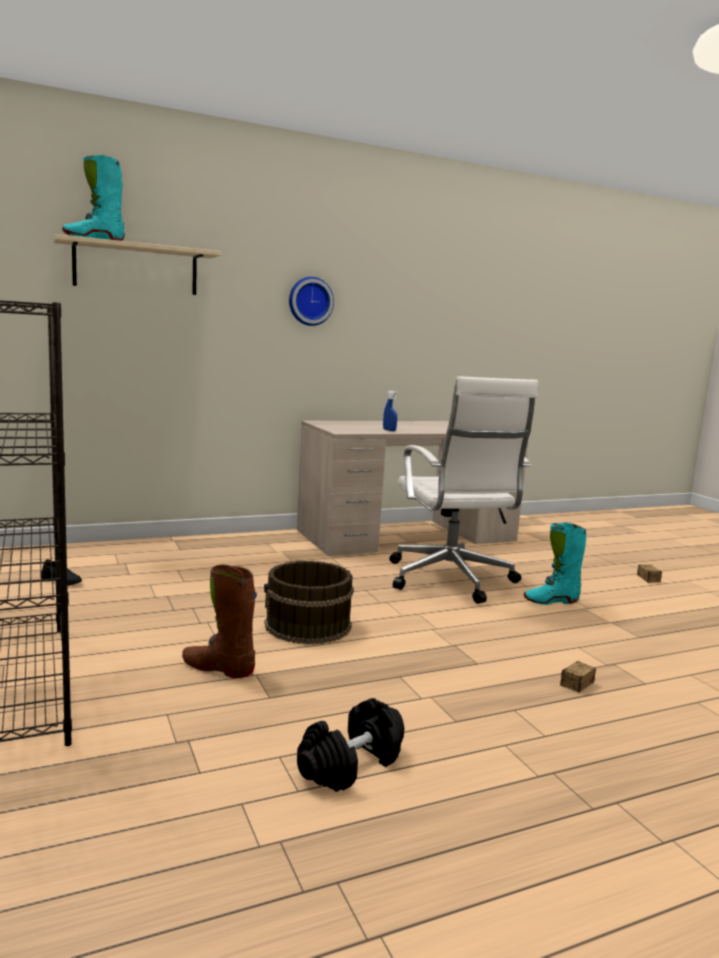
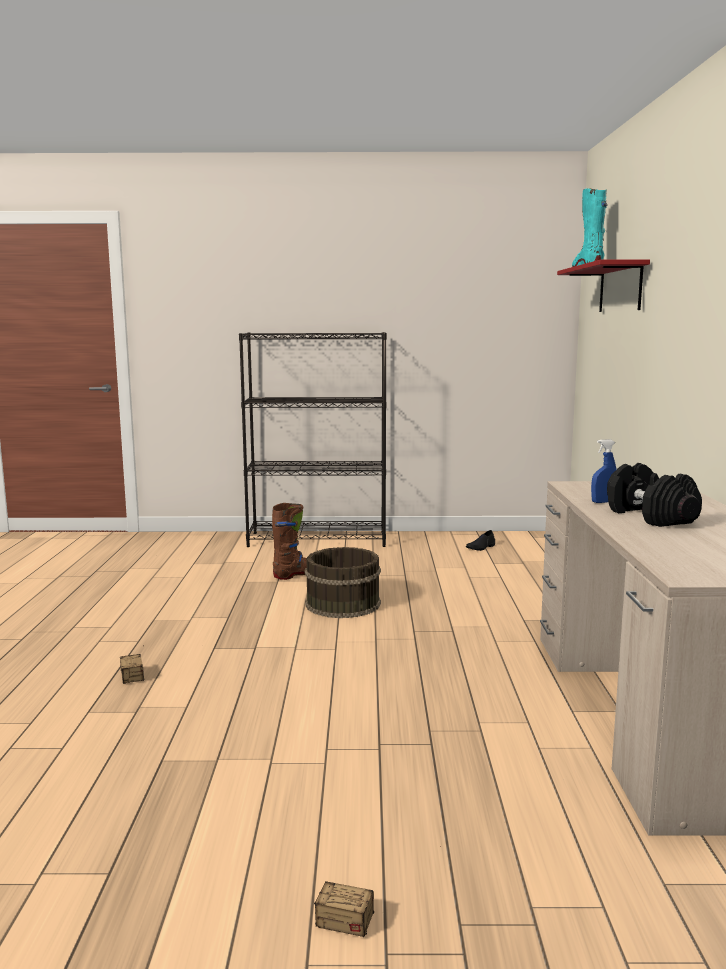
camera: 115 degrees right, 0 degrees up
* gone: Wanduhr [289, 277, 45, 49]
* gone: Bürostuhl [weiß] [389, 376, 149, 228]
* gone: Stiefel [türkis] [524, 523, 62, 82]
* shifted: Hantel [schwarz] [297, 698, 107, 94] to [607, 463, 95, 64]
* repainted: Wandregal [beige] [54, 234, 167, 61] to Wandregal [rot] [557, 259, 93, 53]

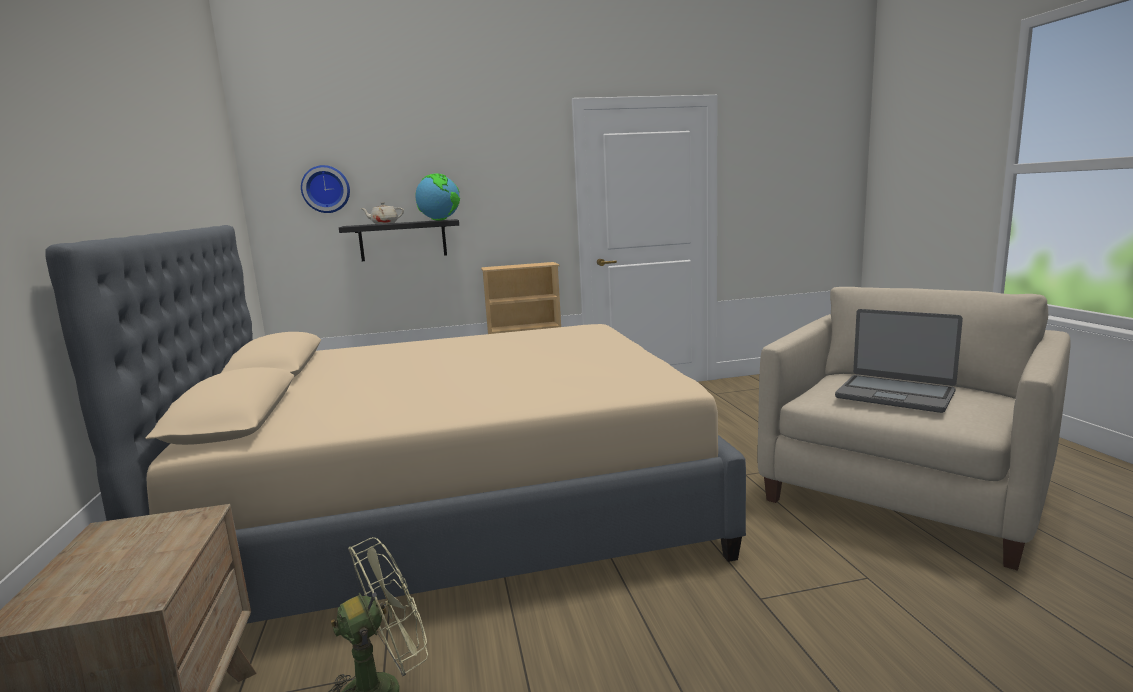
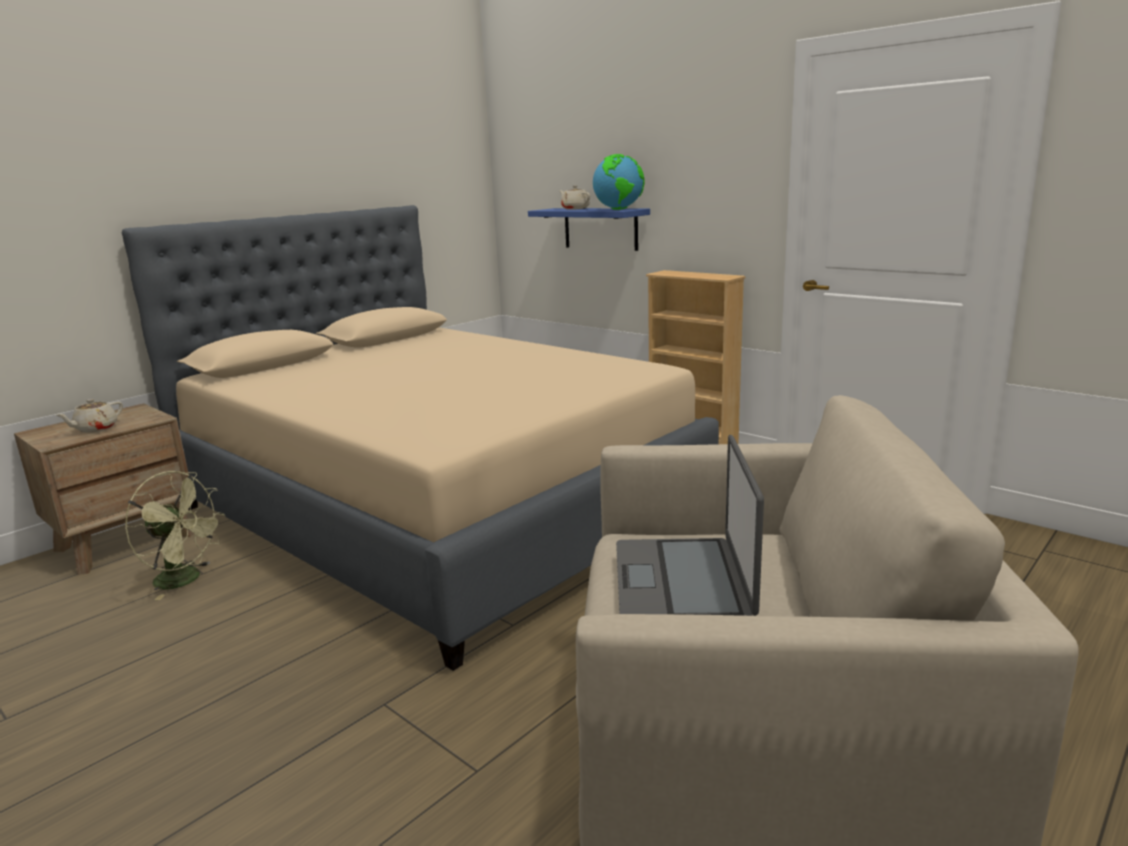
camera: 55 degrees right, 5 degrees up
* gone: Wanduhr [301, 165, 49, 48]
* new: Teekanne [beige] [57, 399, 66, 34]
* repainted: Wandregal [schwarz] [339, 219, 120, 42] to Wandregal [blau] [528, 208, 122, 43]

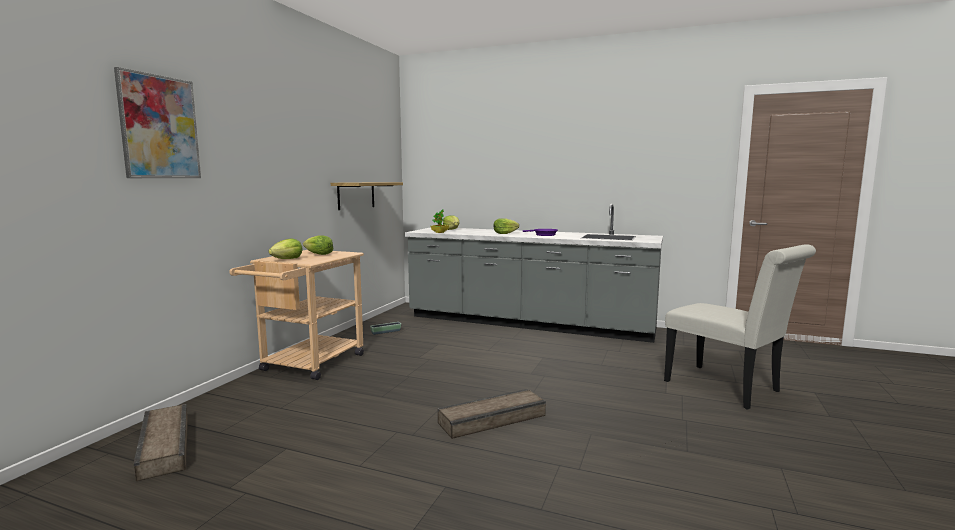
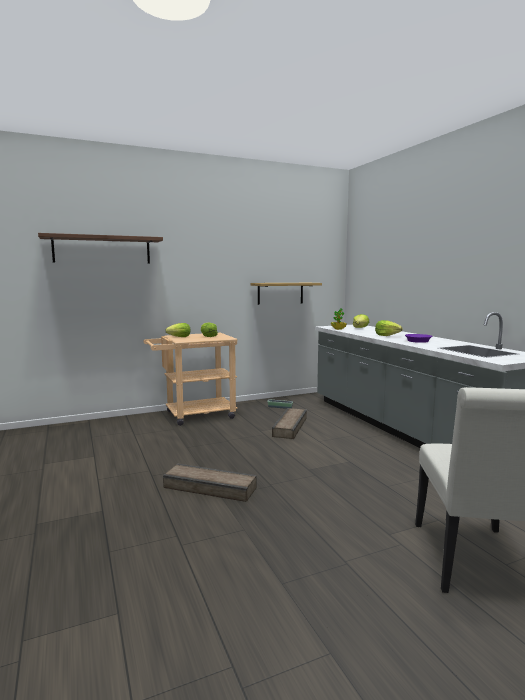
camera: 45 degrees right, 0 degrees up
* shifted: Kiste [134, 404, 54, 77] to [272, 408, 35, 31]
* swapped: Bild [114, 67, 87, 111] to Wandregal [38, 233, 125, 30]

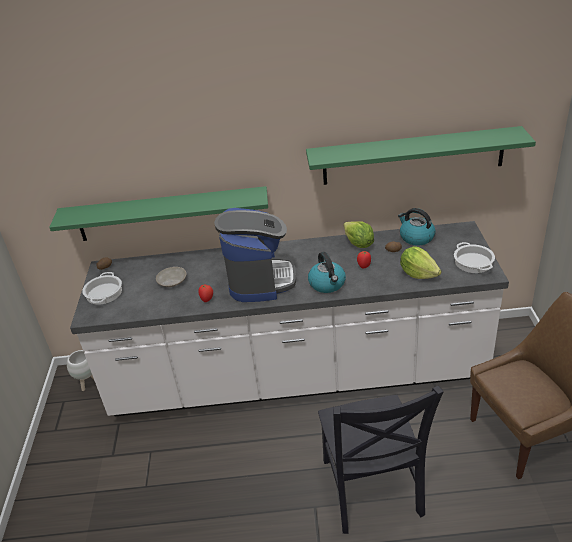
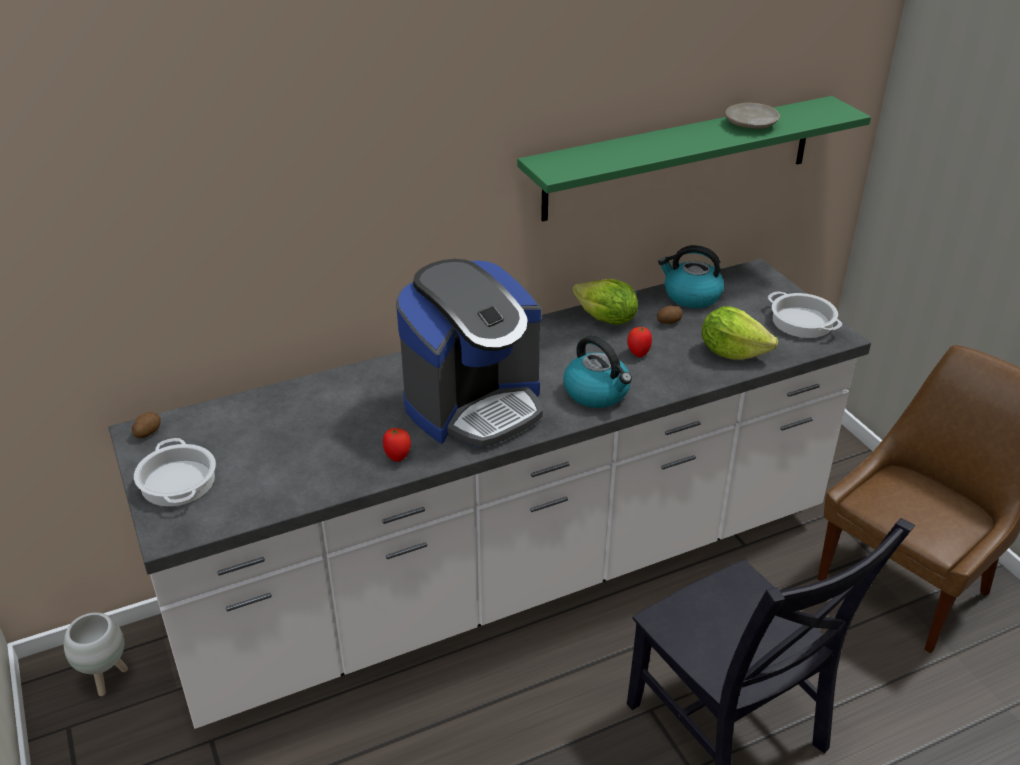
camera: 25 degrees left, 0 degrees up
* gone: Wandregal [grün] [49, 186, 219, 55]
* shifted: Teller [beige] [156, 267, 31, 20] to [725, 103, 55, 26]
* rotated: Kaffeemaschine [214, 208, 82, 94] = [396, 259, 147, 188] 75 degrees clockwise

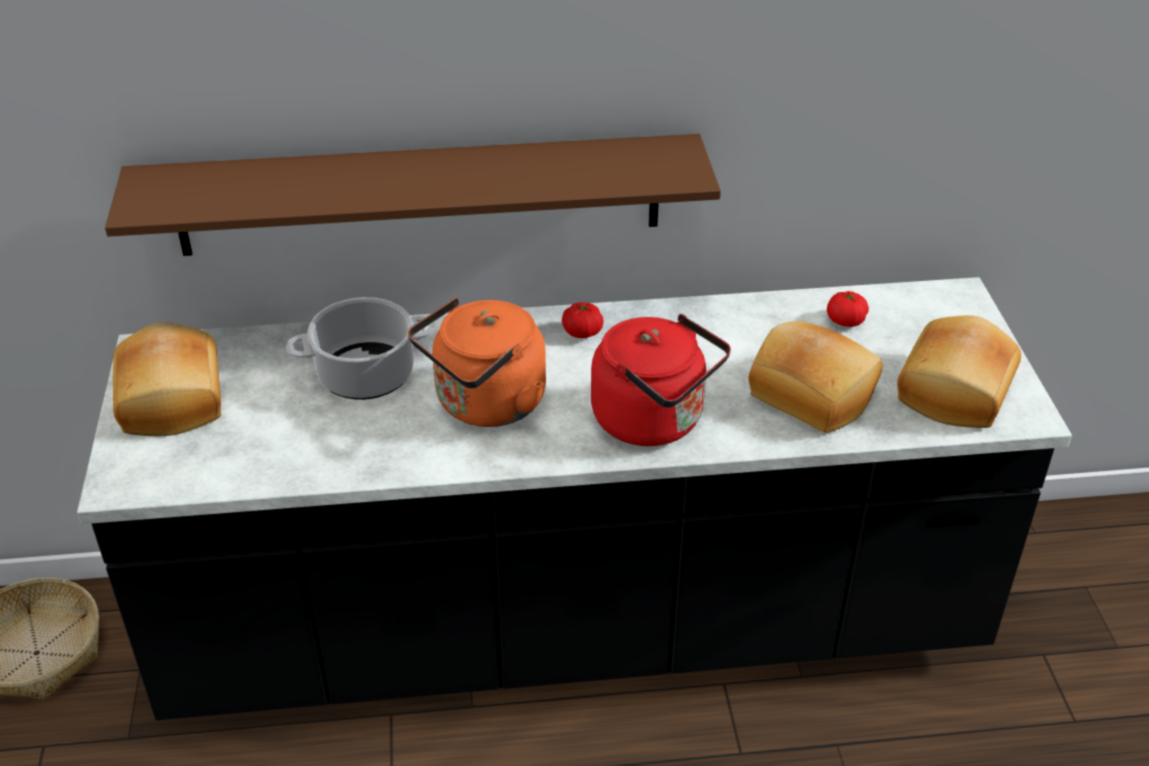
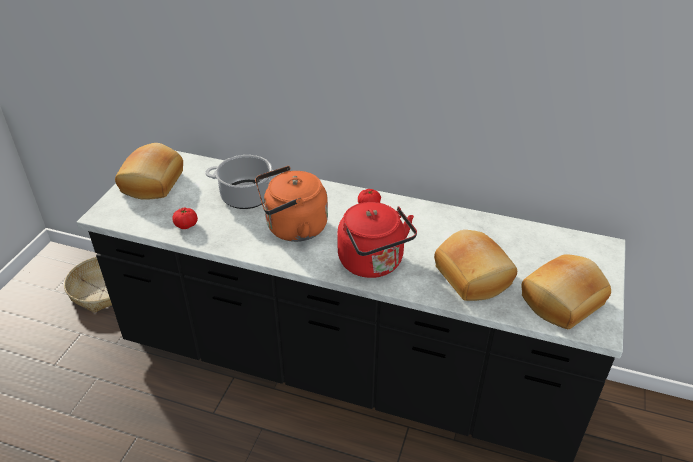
camera: 25 degrees right, 0 degrees up
* gone: Wandregal [braun] [105, 134, 616, 122]
* shifted: Tomate [827, 291, 42, 36] to [172, 207, 26, 22]

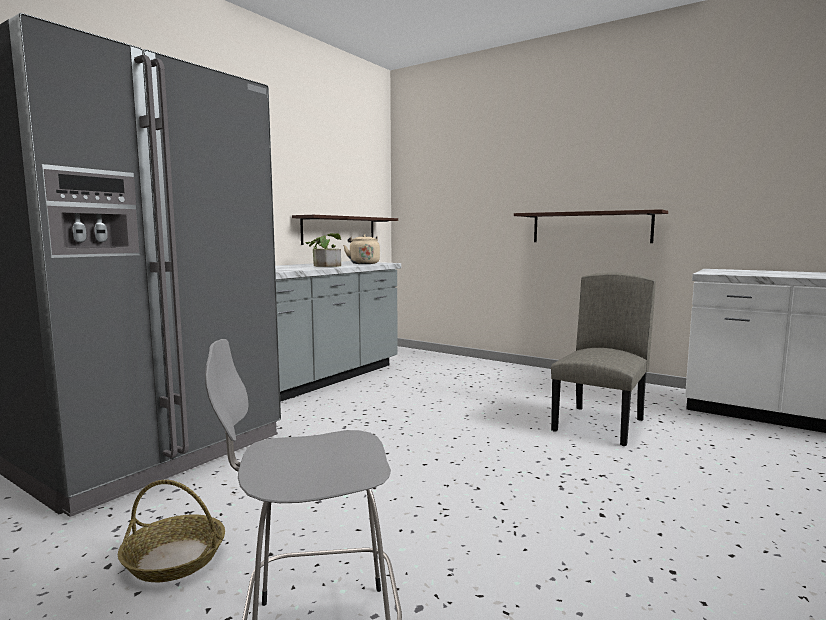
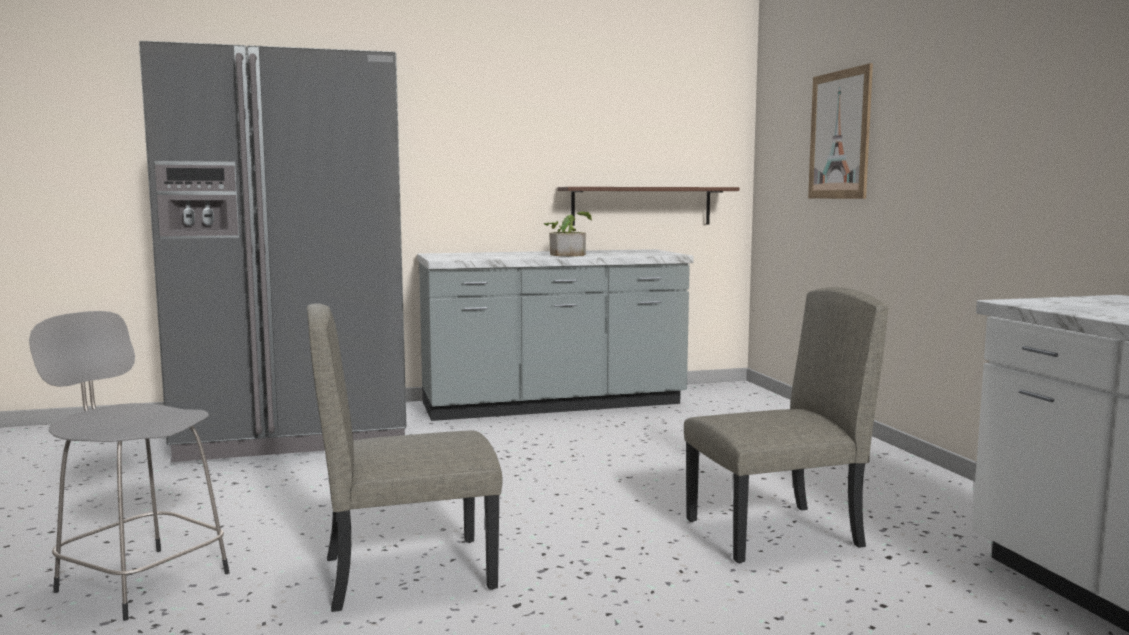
camera: 40 degrees right, 0 degrees up
* gone: Korb [118, 480, 107, 102]
* gone: Wasserkessel [beige] [343, 234, 37, 30]
* gone: Wandregal [514, 209, 154, 34]
* new: Stuhl [beige] [307, 303, 195, 309]
* new: Bild [808, 63, 65, 136]

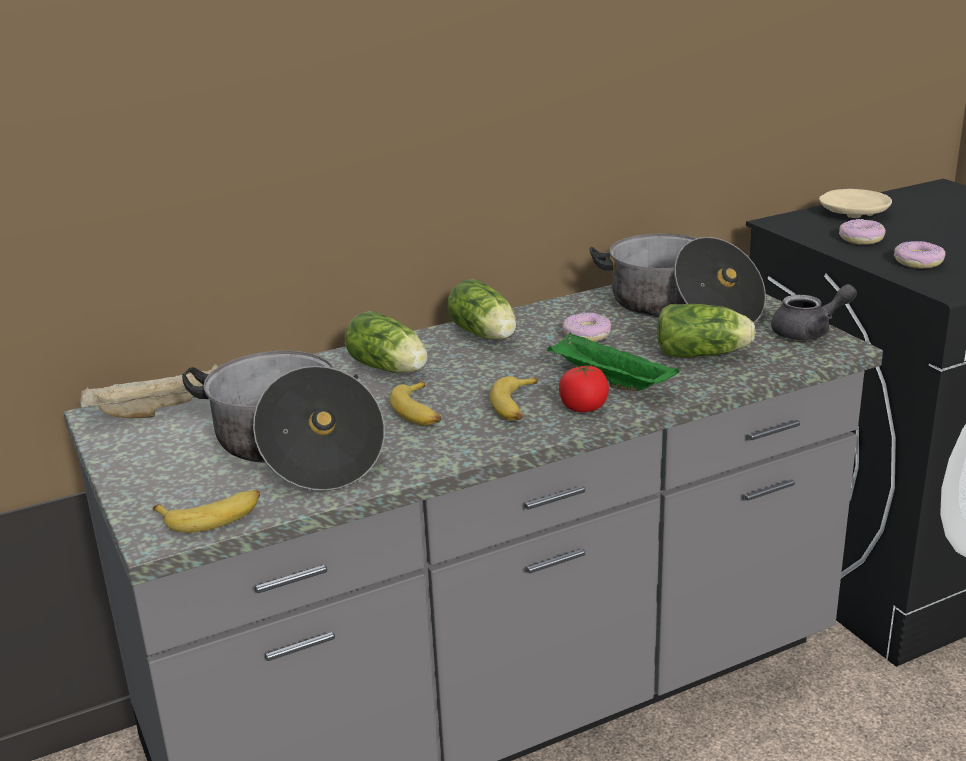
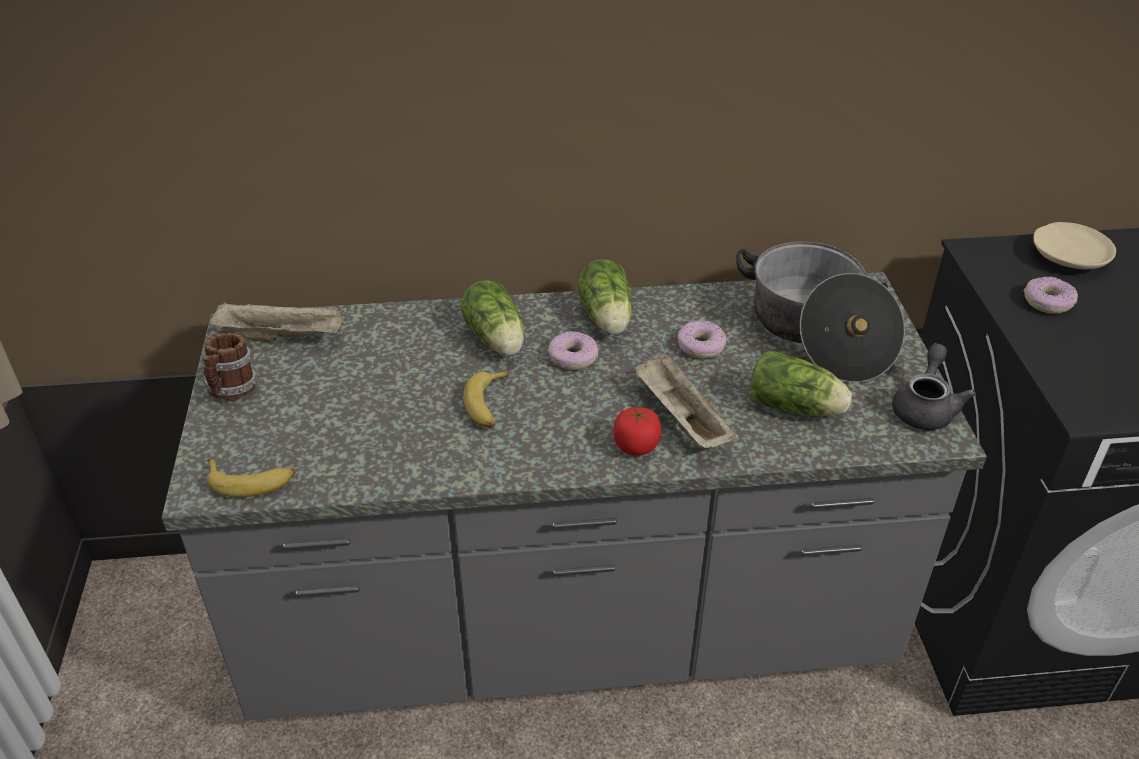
camera: 20 degrees right, 15 degrees up
* gone: Kochtopf [182, 351, 203, 140]
* gone: Banane [490, 376, 47, 44]
* new: Henkelbecher [201, 333, 56, 66]
* shifted: Donut [894, 241, 51, 27] to [548, 331, 50, 39]
* repainted: Tablett [grün] [547, 332, 133, 59] to Tablett [beige] [633, 352, 105, 97]
* rotated: Teekanne [grau] [771, 284, 86, 56] = [892, 343, 84, 87] 75 degrees counterclockwise

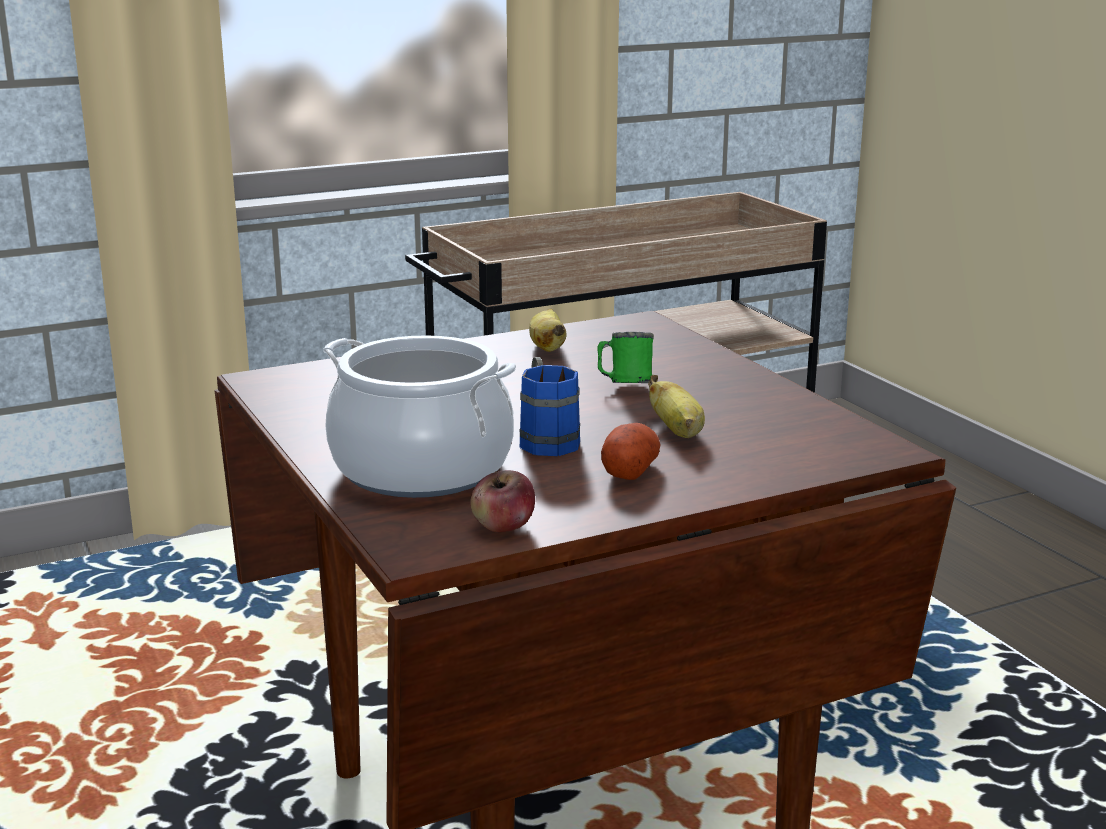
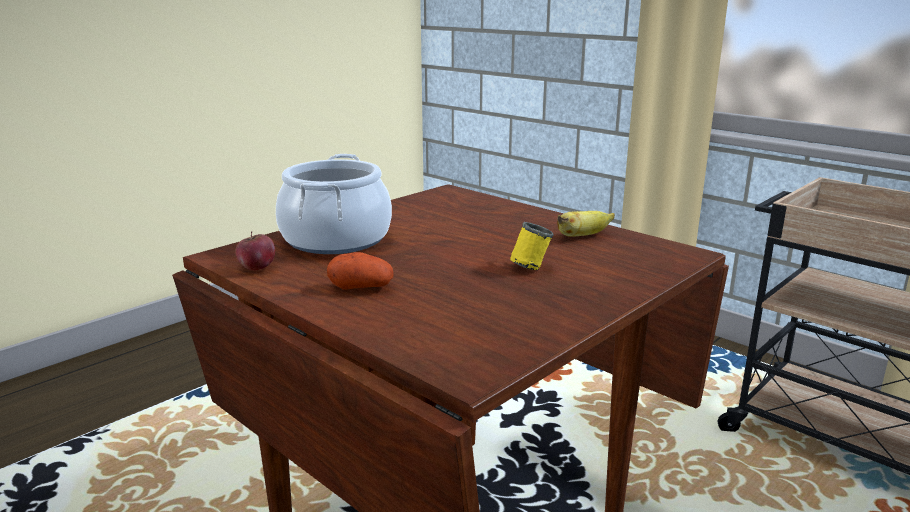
camera: 70 degrees right, 0 degrees up
* gone: Henkelbecher [blau] [520, 357, 60, 99]
* gone: Banane [648, 375, 57, 63]
* repainted: Henkelbecher [grün] [597, 332, 57, 51] to Henkelbecher [gelb] [510, 222, 44, 48]

